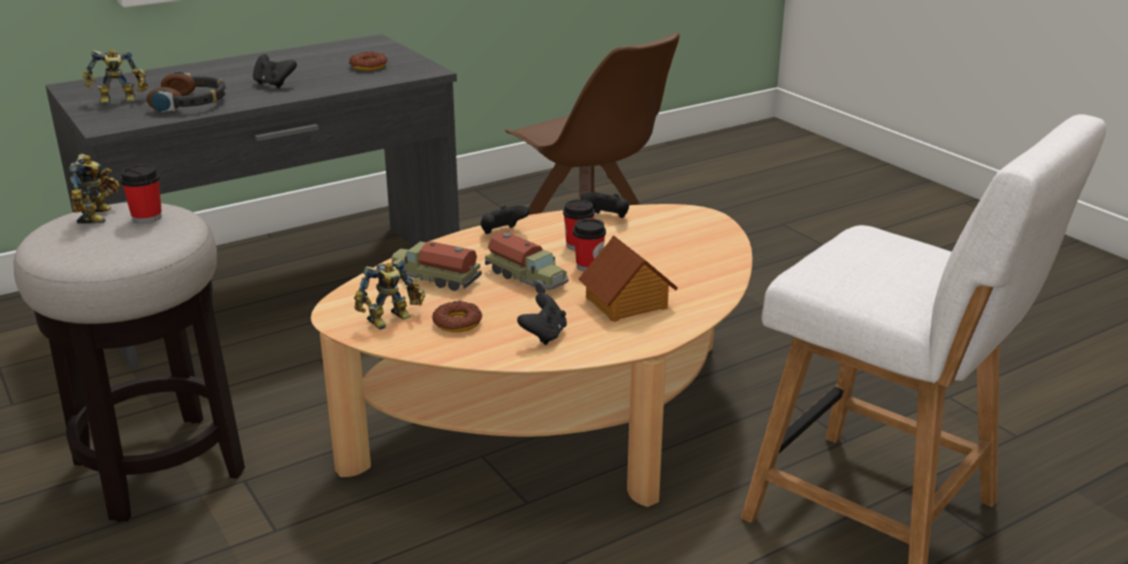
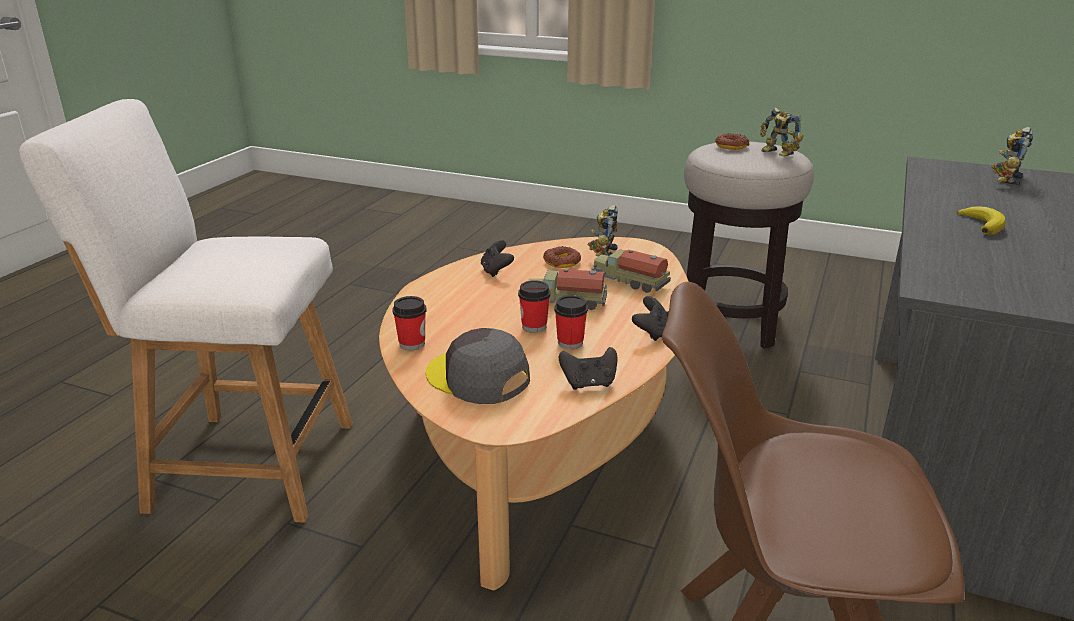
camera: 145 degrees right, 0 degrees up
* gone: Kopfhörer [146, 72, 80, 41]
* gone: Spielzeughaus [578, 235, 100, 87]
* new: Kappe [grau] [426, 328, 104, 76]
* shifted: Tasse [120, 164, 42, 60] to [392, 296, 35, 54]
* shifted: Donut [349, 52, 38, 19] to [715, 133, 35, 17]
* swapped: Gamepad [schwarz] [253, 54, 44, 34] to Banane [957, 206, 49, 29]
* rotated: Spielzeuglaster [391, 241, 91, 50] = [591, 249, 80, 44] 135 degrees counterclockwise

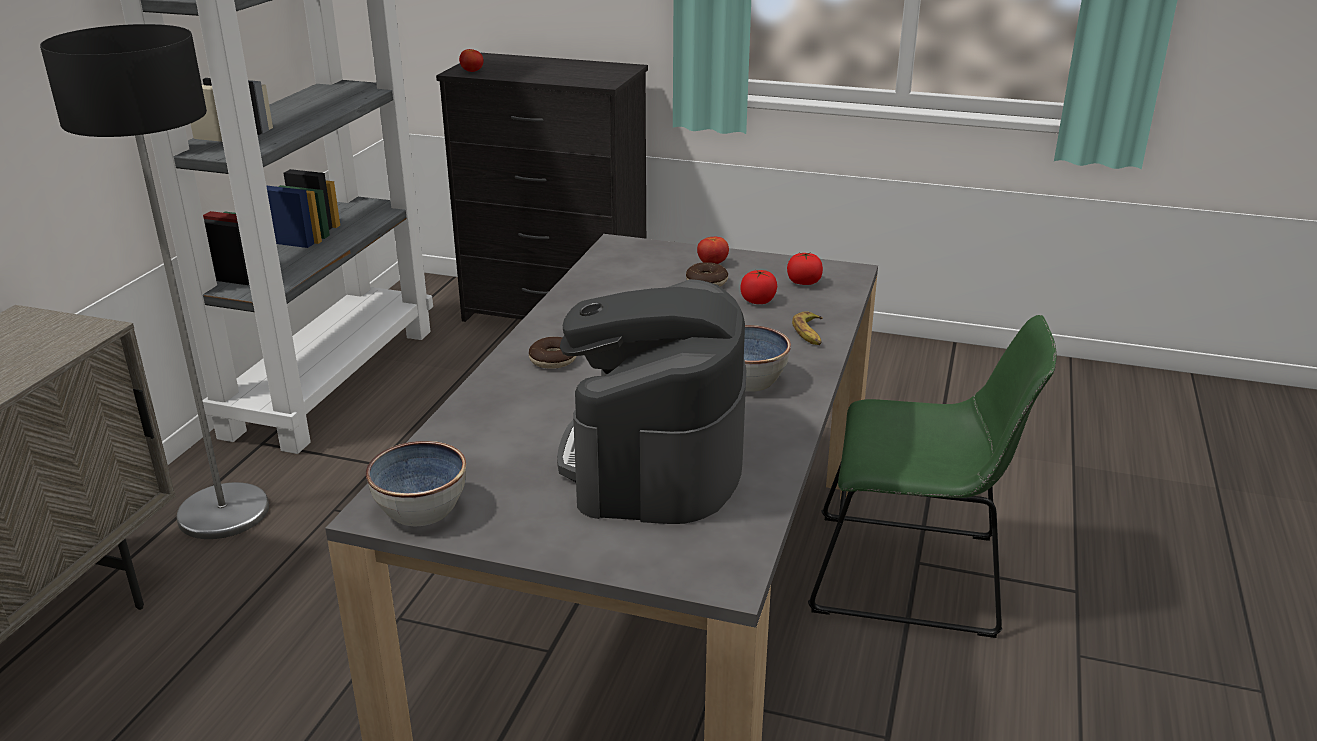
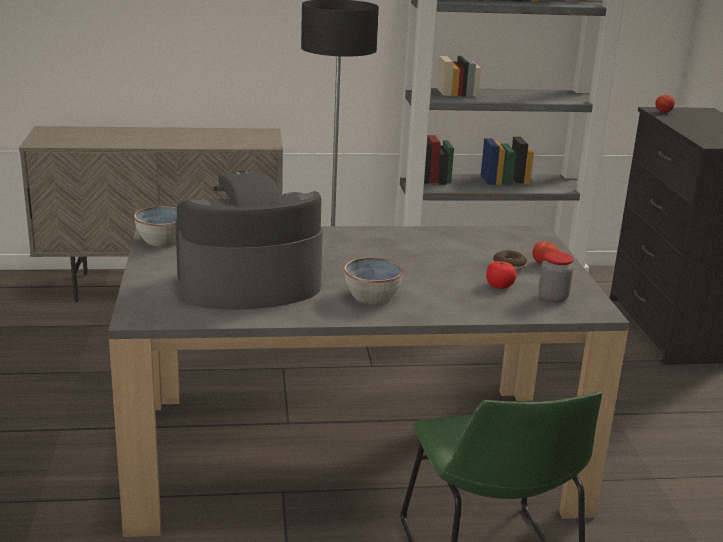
camera: 65 degrees right, 5 degrees down
* gone: Donut [529, 337, 48, 32]
* gone: Banane [792, 311, 31, 34]
* swapped: Tomate [787, 252, 36, 33] to Vorratsglas [538, 251, 36, 52]

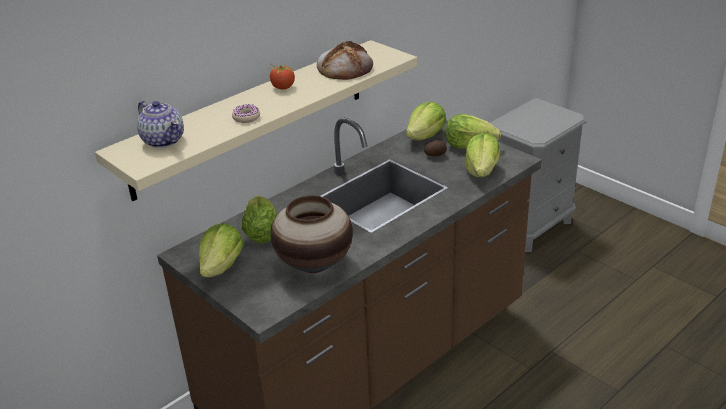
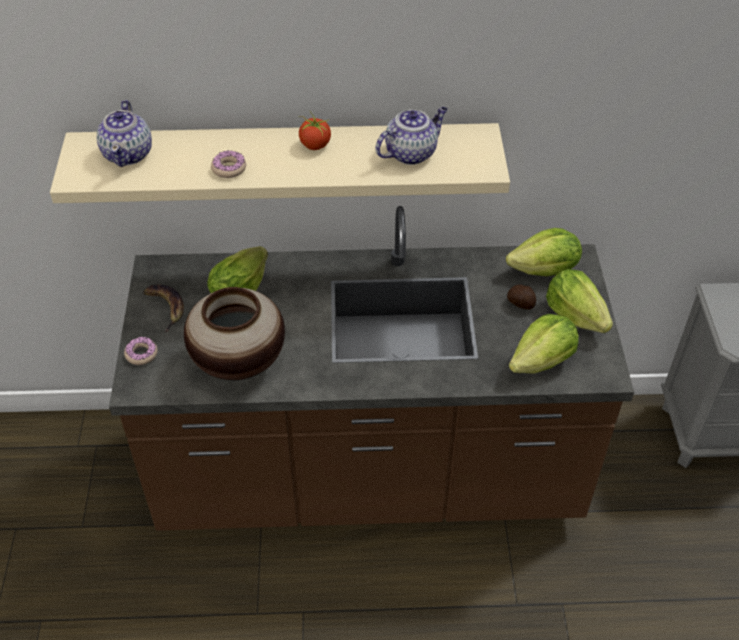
camera: 40 degrees right, 15 degrees up
* new: Donut [124, 337, 34, 28]
* swapped: Salatkopf [199, 223, 45, 54] to Banane [143, 285, 41, 48]
* swapped: Brot [317, 41, 56, 39] to Teekanne [375, 107, 73, 58]

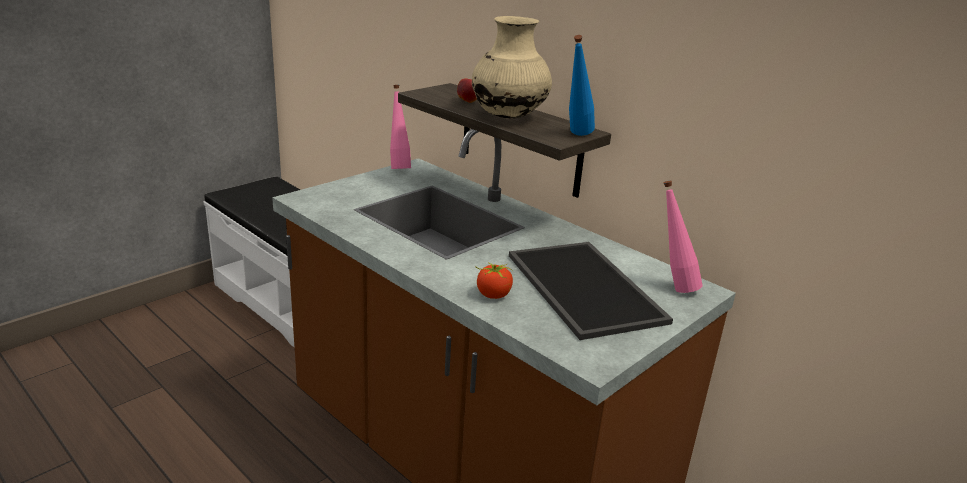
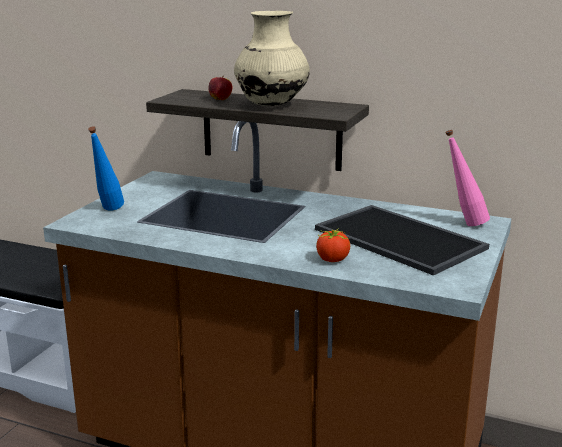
camera: 20 degrees left, 5 degrees down
* gone: Flasche [rosa] [390, 85, 21, 84]
* shifted: Flasche [blau] [569, 35, 26, 101] to [88, 126, 36, 85]

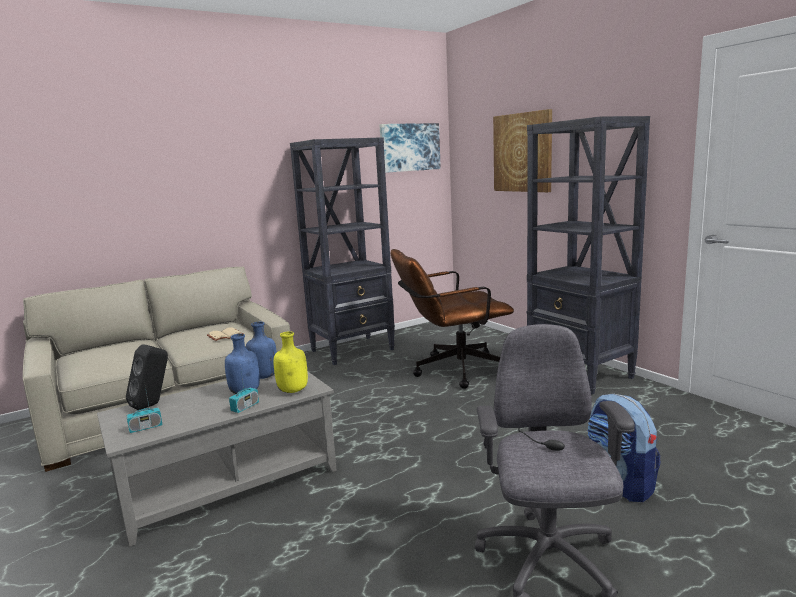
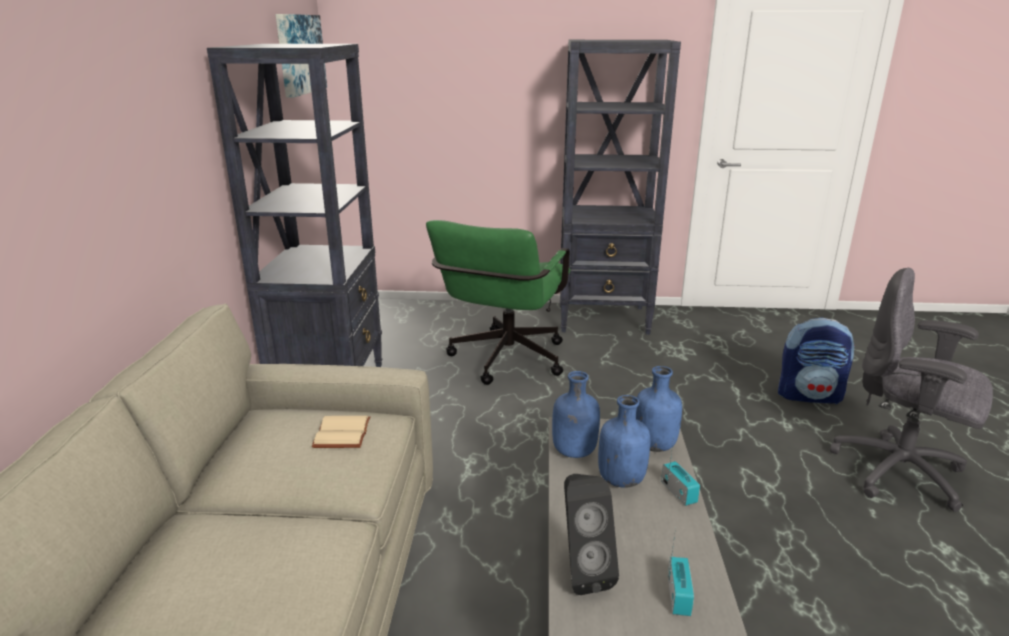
camera: 55 degrees left, 10 degrees up
* gone: Bild [493, 109, 59, 83]
* repainted: Flasche [gelb] [273, 331, 35, 62] to Flasche [blau] [636, 366, 46, 86]
* repainted: Bürostuhl [braun] [391, 249, 123, 140] to Bürostuhl [grün] [426, 220, 144, 165]

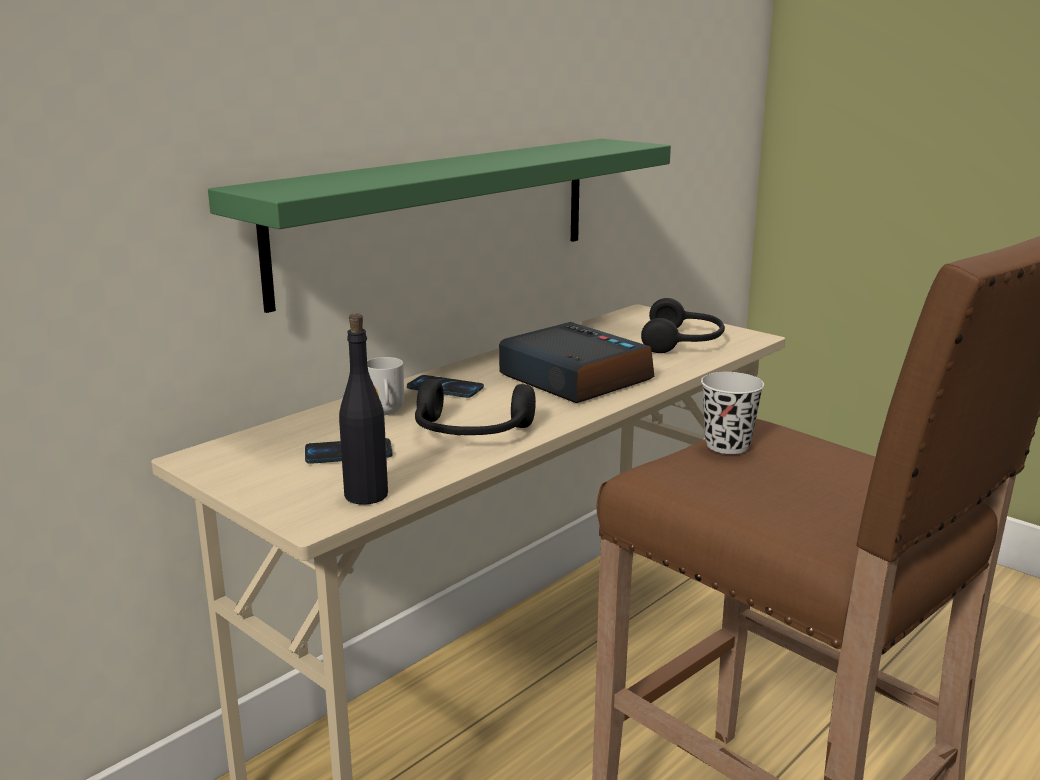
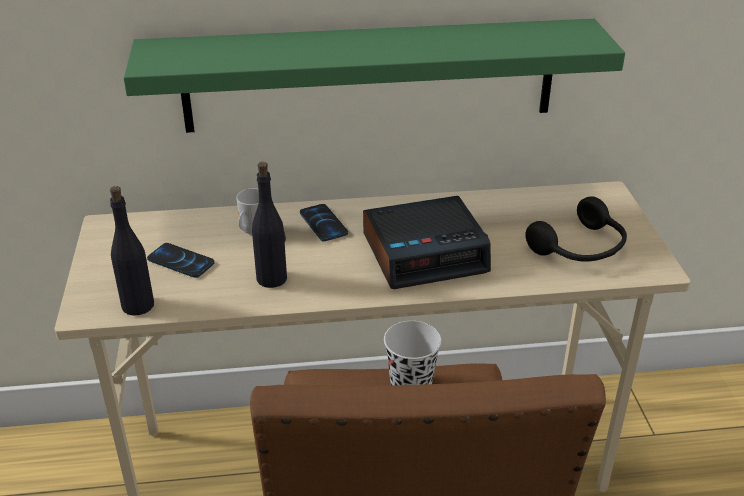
camera: 40 degrees right, 15 degrees up
* swapped: Kopfhörer [schwarz] [415, 379, 121, 56] to Flasche [schwarz] [252, 162, 35, 126]
* rotated: Wecker [499, 322, 156, 81] = [363, 196, 128, 93] 75 degrees clockwise

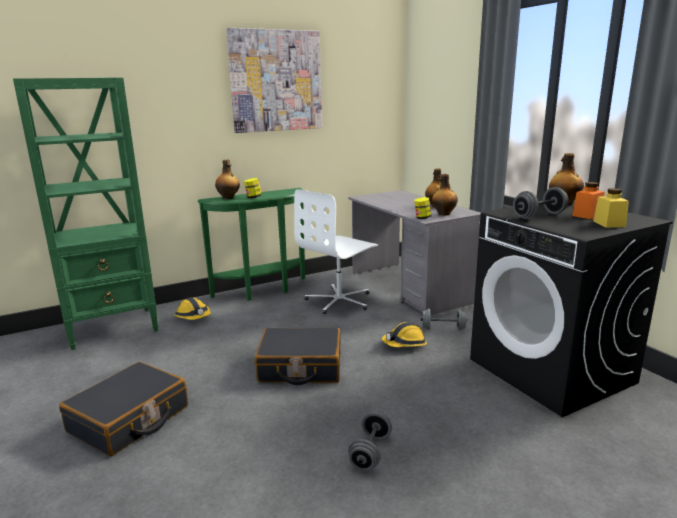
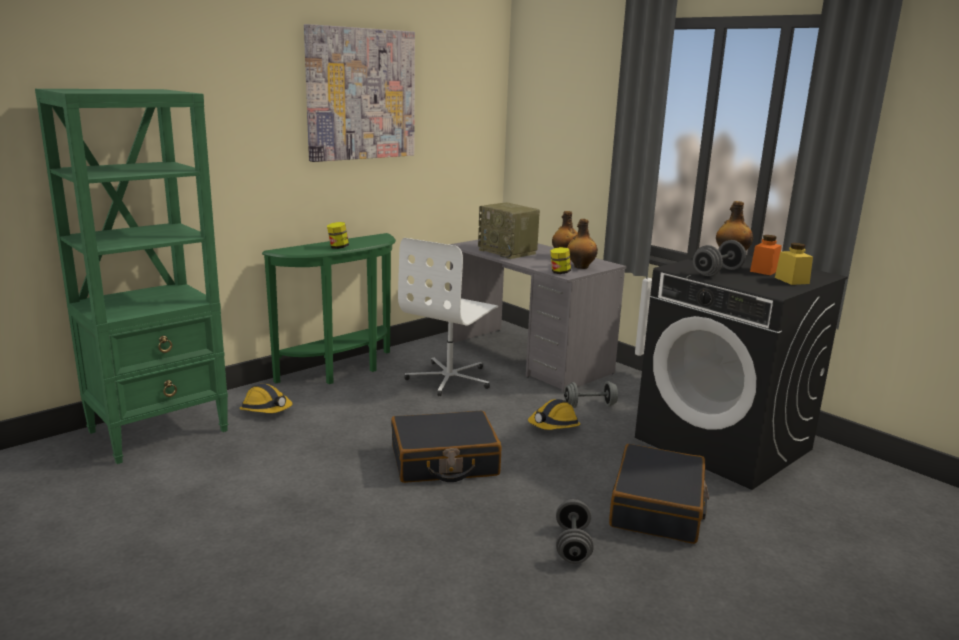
camera: 15 degrees left, 0 degrees up
* gone: Flasche [215, 159, 25, 40]
* new: Radio [478, 202, 62, 57]
* shifted: Koffer [schwarz] [59, 362, 129, 94] to [609, 444, 100, 100]

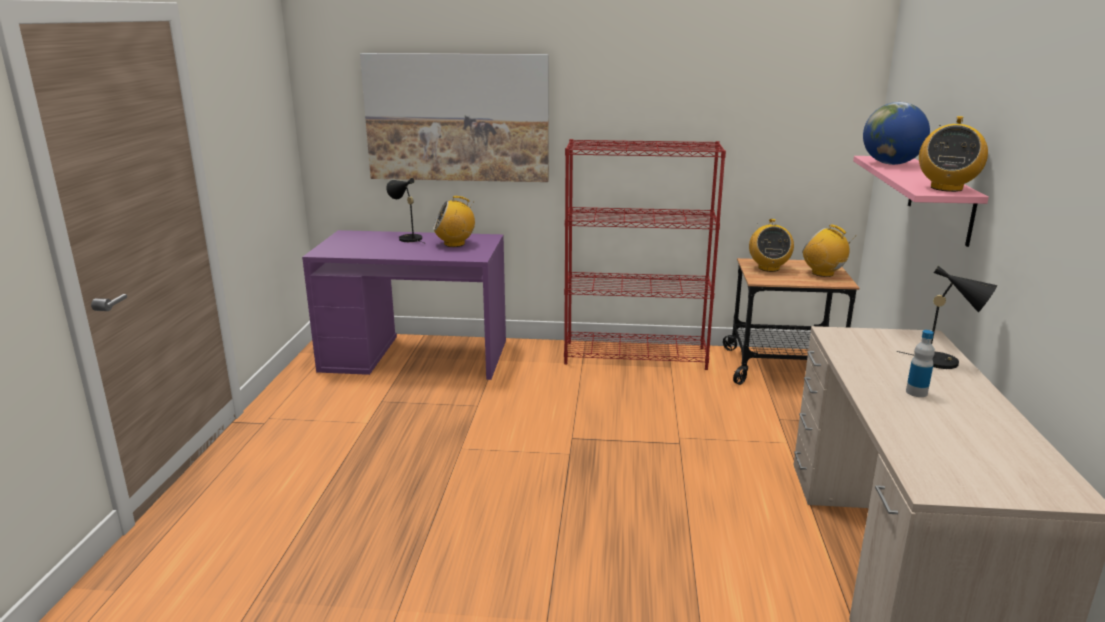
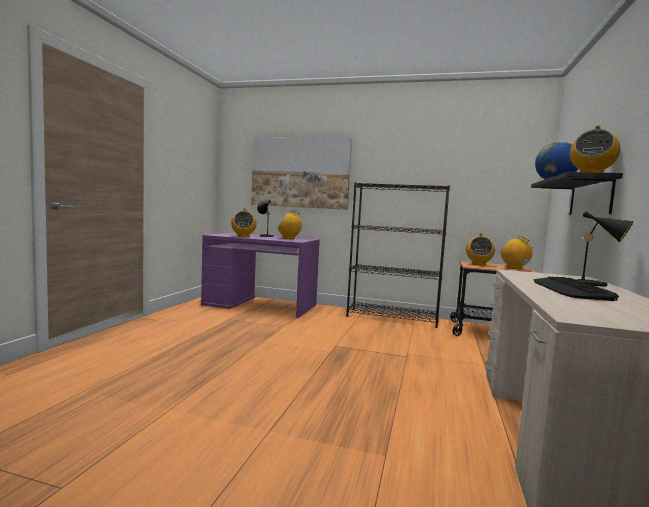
camera: 10 degrees right, 15 degrees down
* new: Radio [231, 208, 26, 29]
* swapped: Flasche [906, 330, 29, 67] to Tastatur [534, 277, 85, 24]
* repainted: Bücherregal [rot] [564, 139, 162, 231] to Bücherregal [schwarz] [346, 182, 104, 146]
* repainted: Wandregal [rosa] [853, 156, 136, 91] to Wandregal [schwarz] [531, 172, 92, 43]

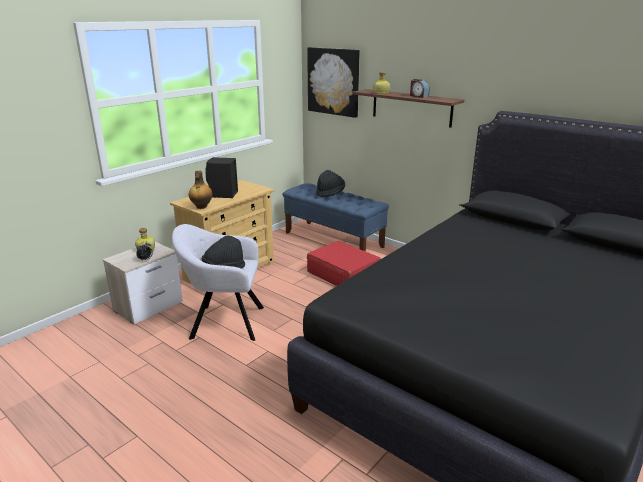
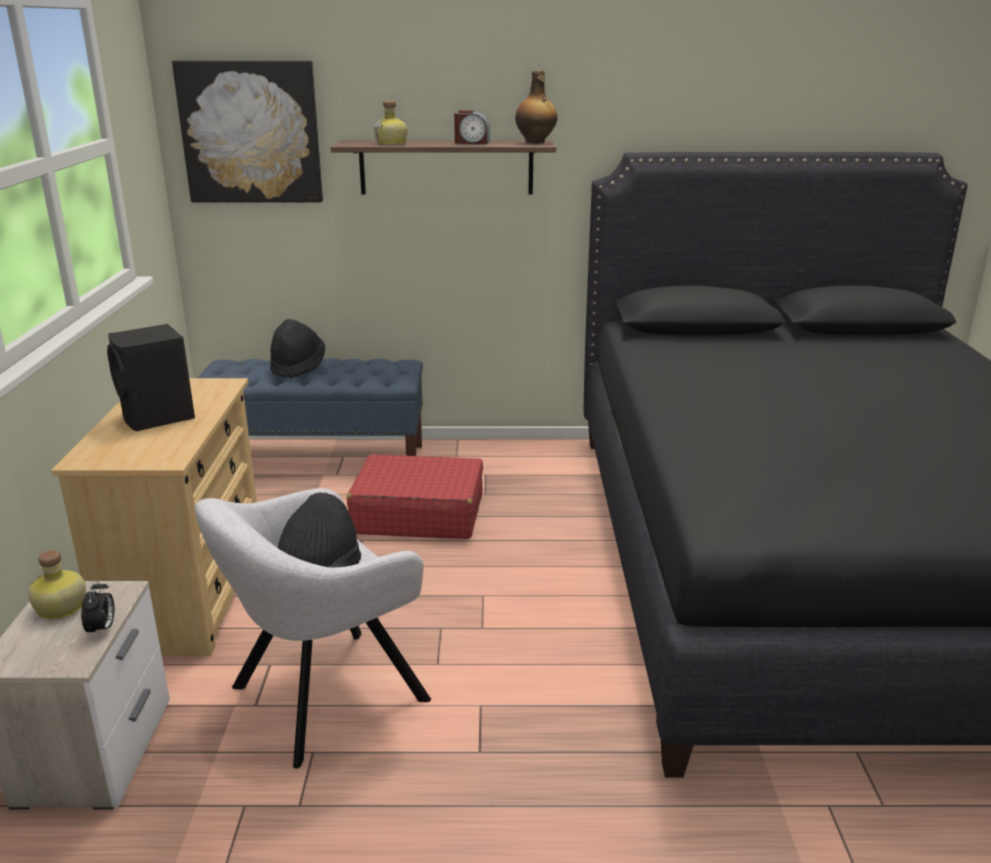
camera: 40 degrees left, 0 degrees up
* shifted: Flasche [189, 170, 24, 39] to [515, 71, 43, 73]

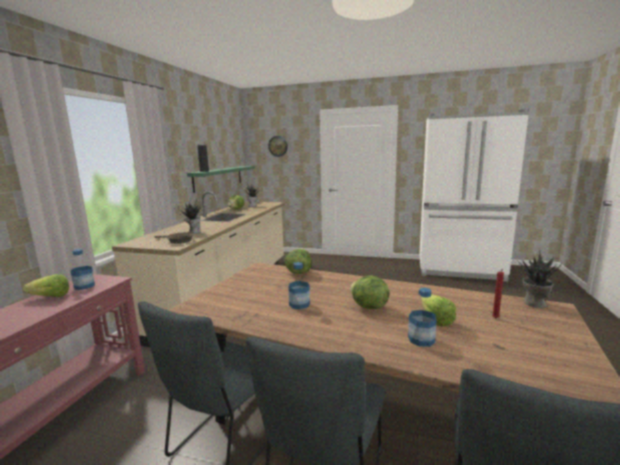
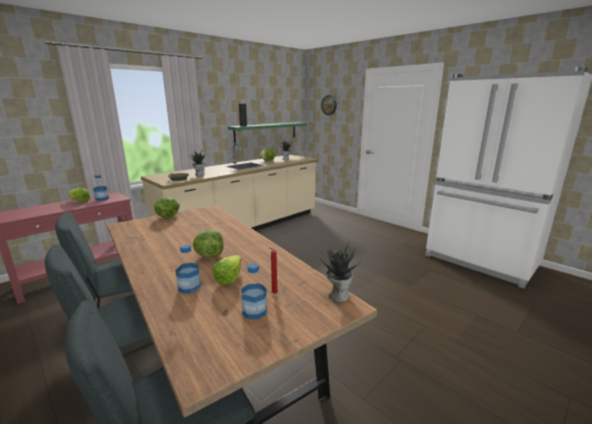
camera: 30 degrees right, 5 degrees up
* shifted: Salatkopf [285, 249, 26, 25] to [154, 197, 26, 20]
* shifted: Flasche [289, 262, 21, 47] to [242, 263, 25, 56]

